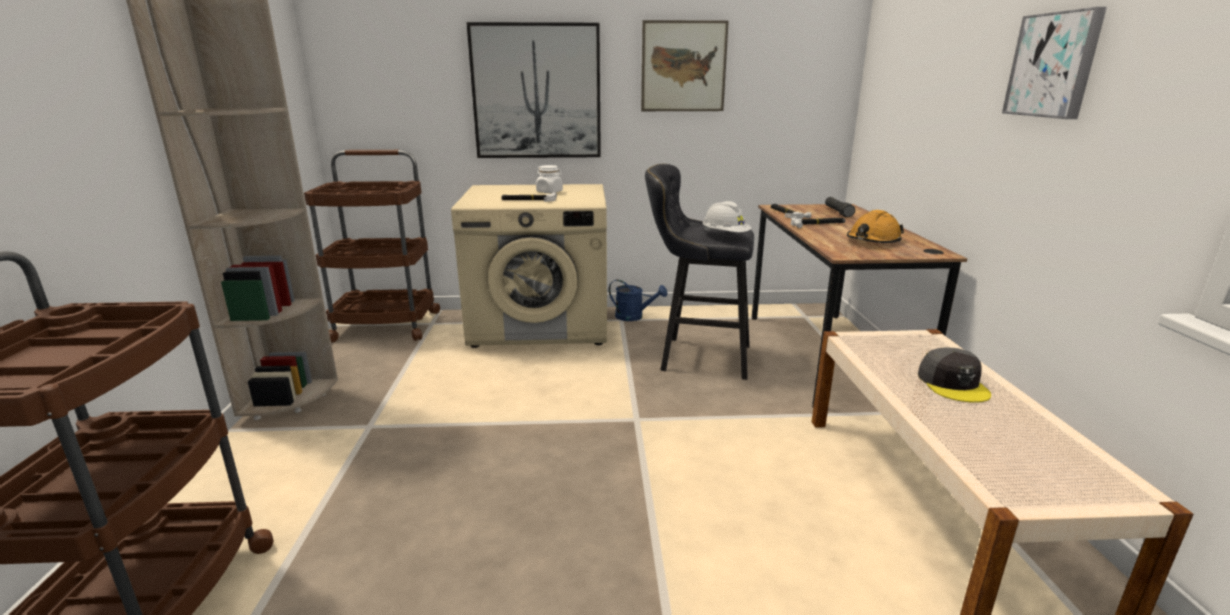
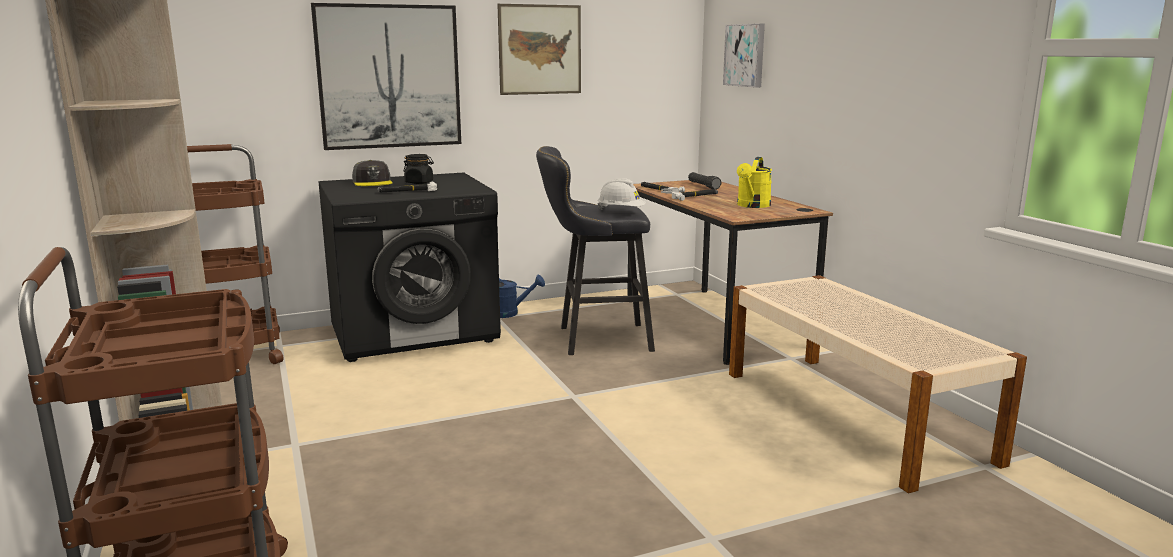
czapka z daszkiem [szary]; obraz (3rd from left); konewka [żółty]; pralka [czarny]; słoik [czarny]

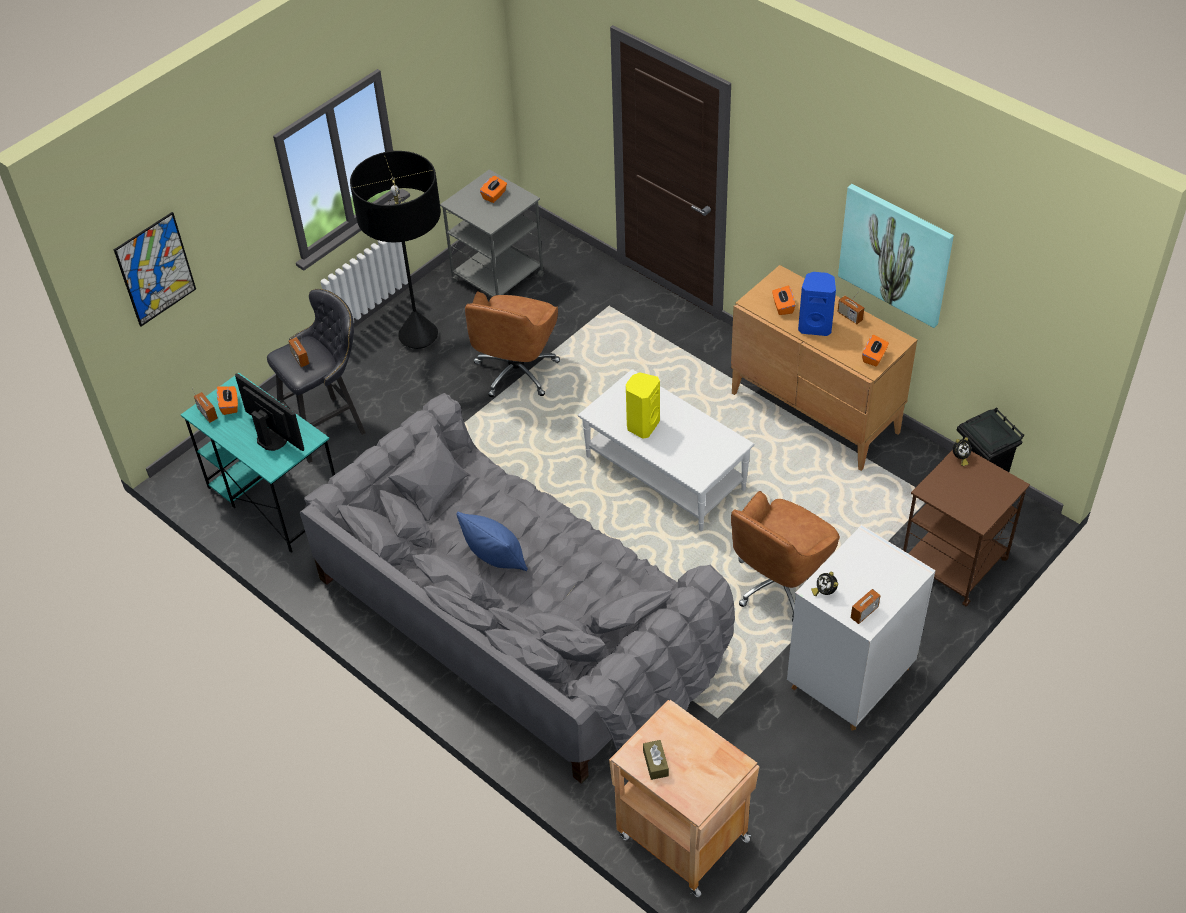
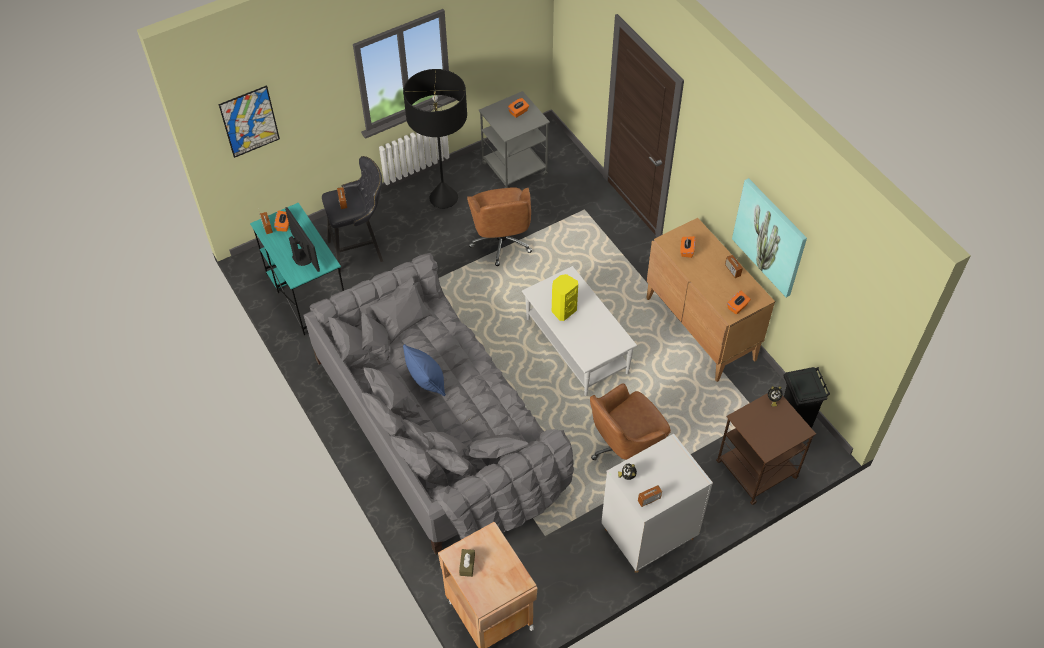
głośnik [niebieski]; krzesło biurowe [brązowy] (1st from left)

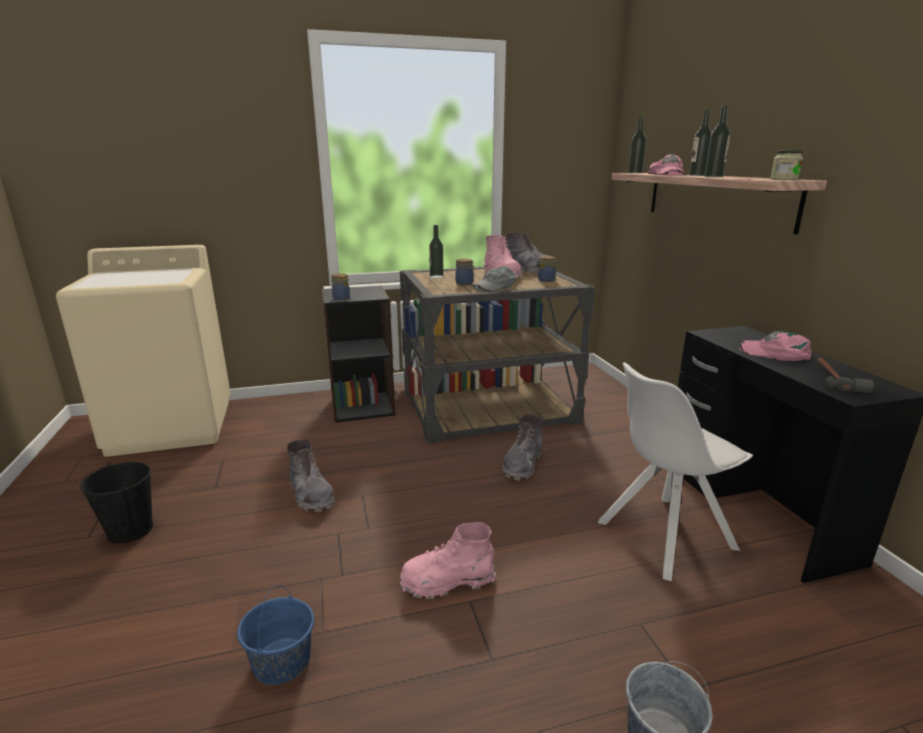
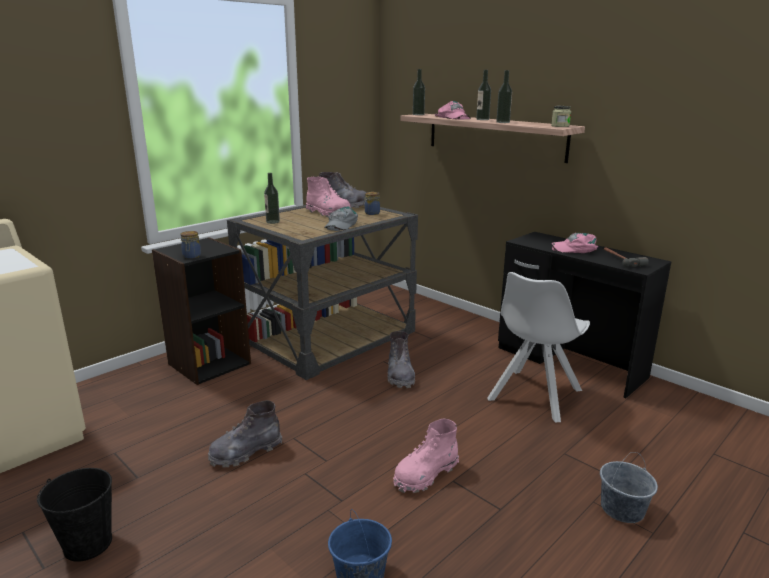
słoik (2nd from left in the first image); but z cholewką [szary] (1st from left)

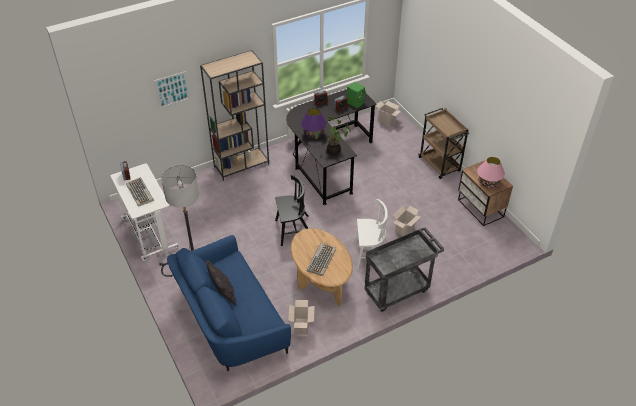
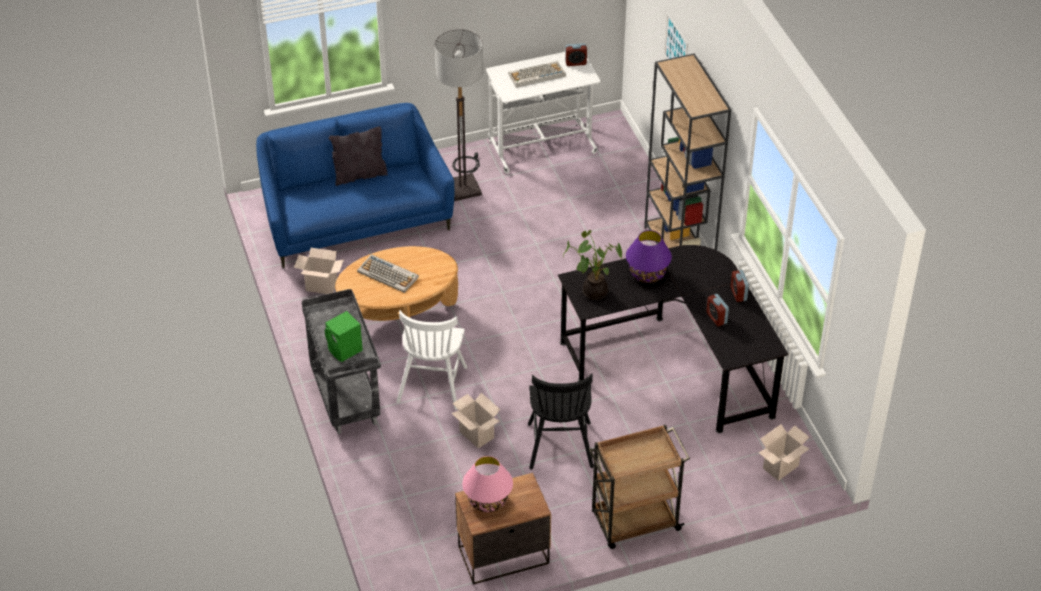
krzesło [czarny]; głośnik [zielony]

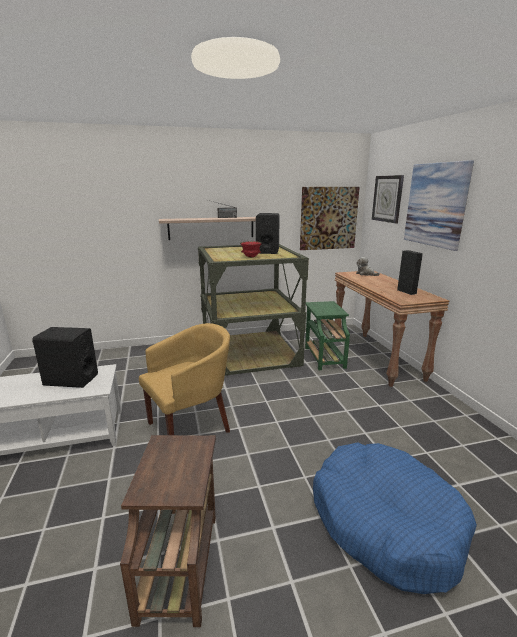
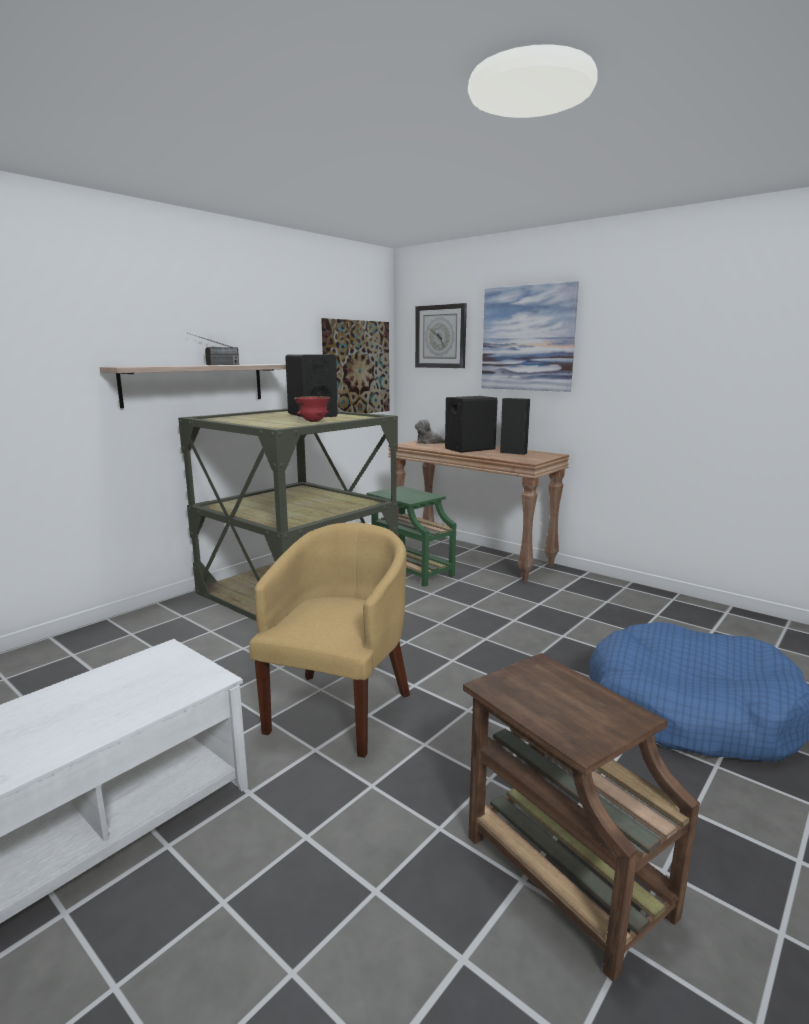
głośnik [czarny] (2nd from left)

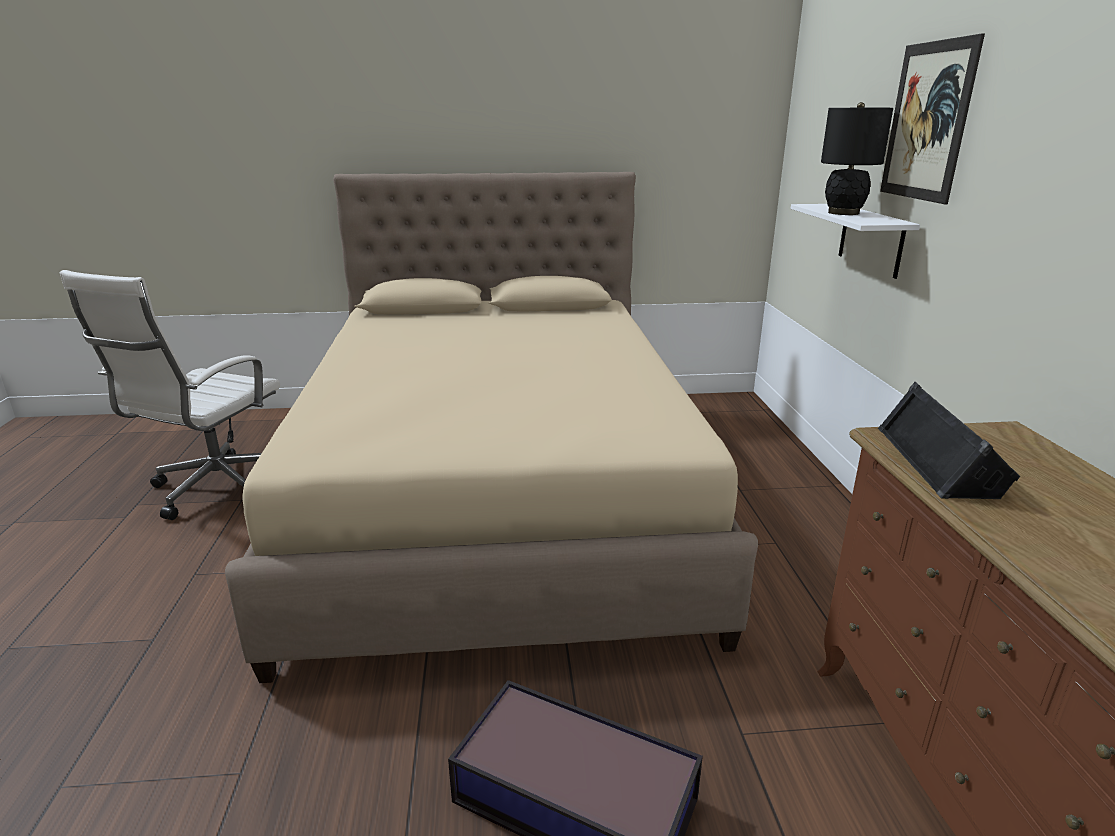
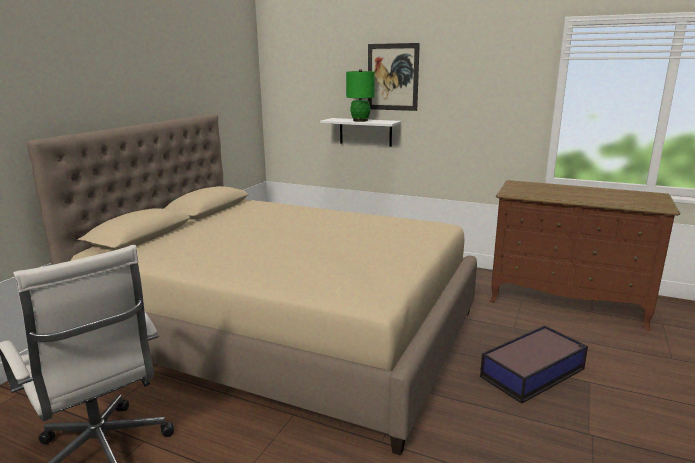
głośnik [czarny]; lampa stołowa [zielony]

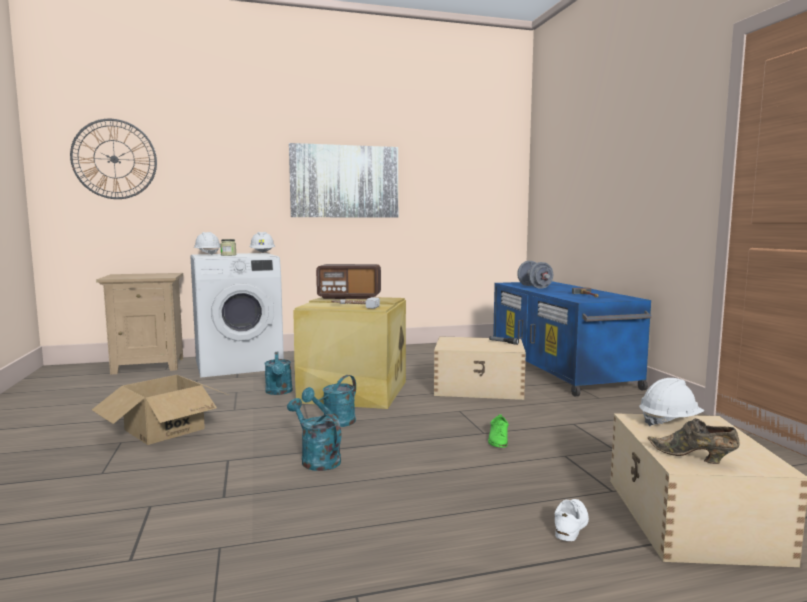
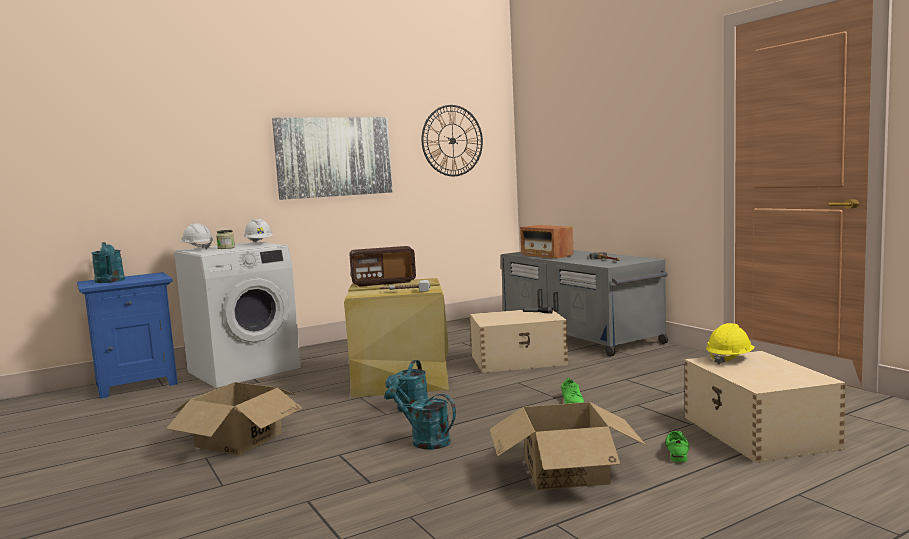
but [brązowy]; karton (2nd from left); zegar ścienny; konewka [turkusowy] (1st from left); radio (2nd from left); szafka nocna [niebieski]; szafka [szary]; but [zielony] (2nd from left); kask [żółty]

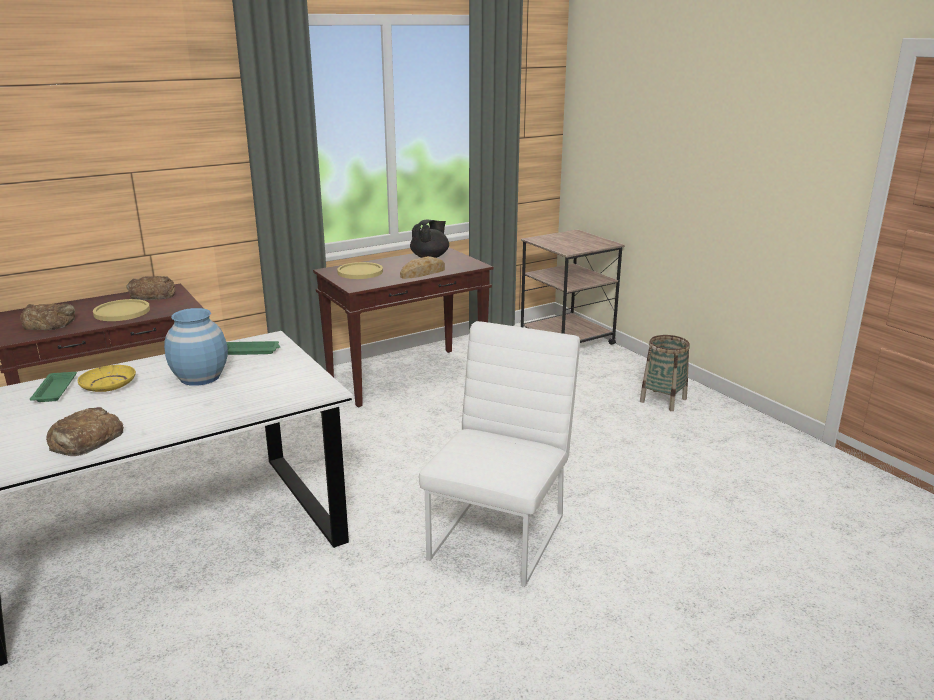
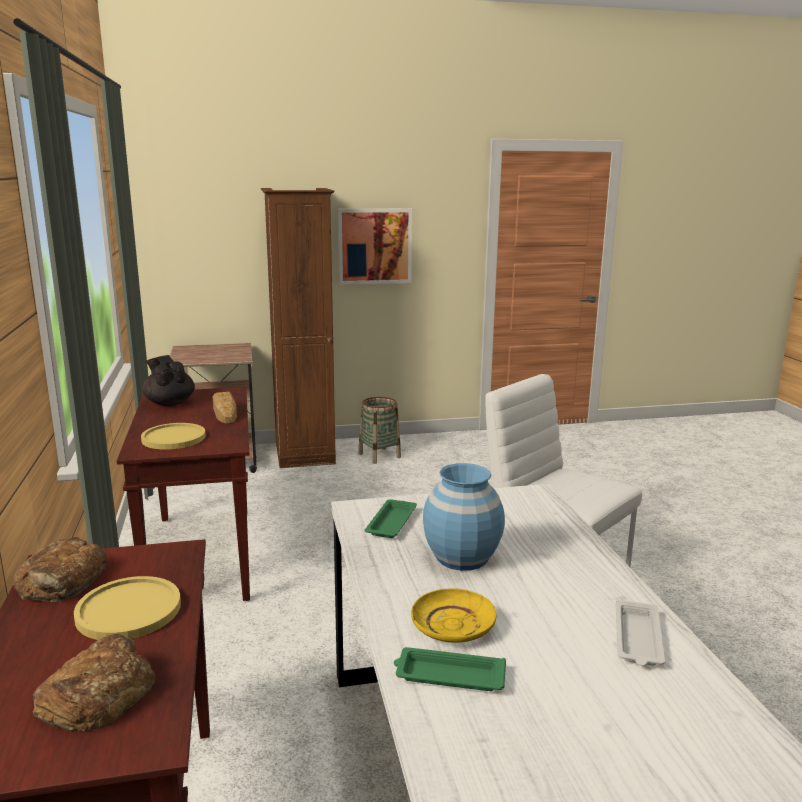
szafka [brązowy]; obraz; taca [biały]

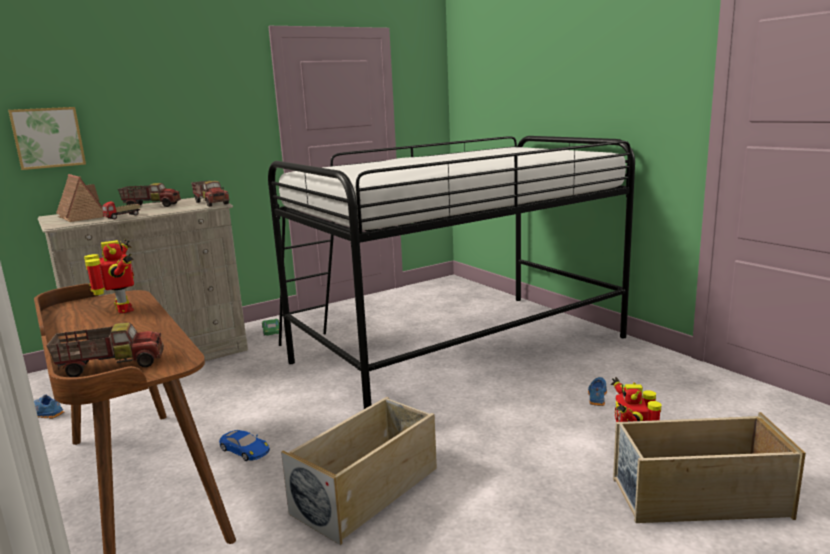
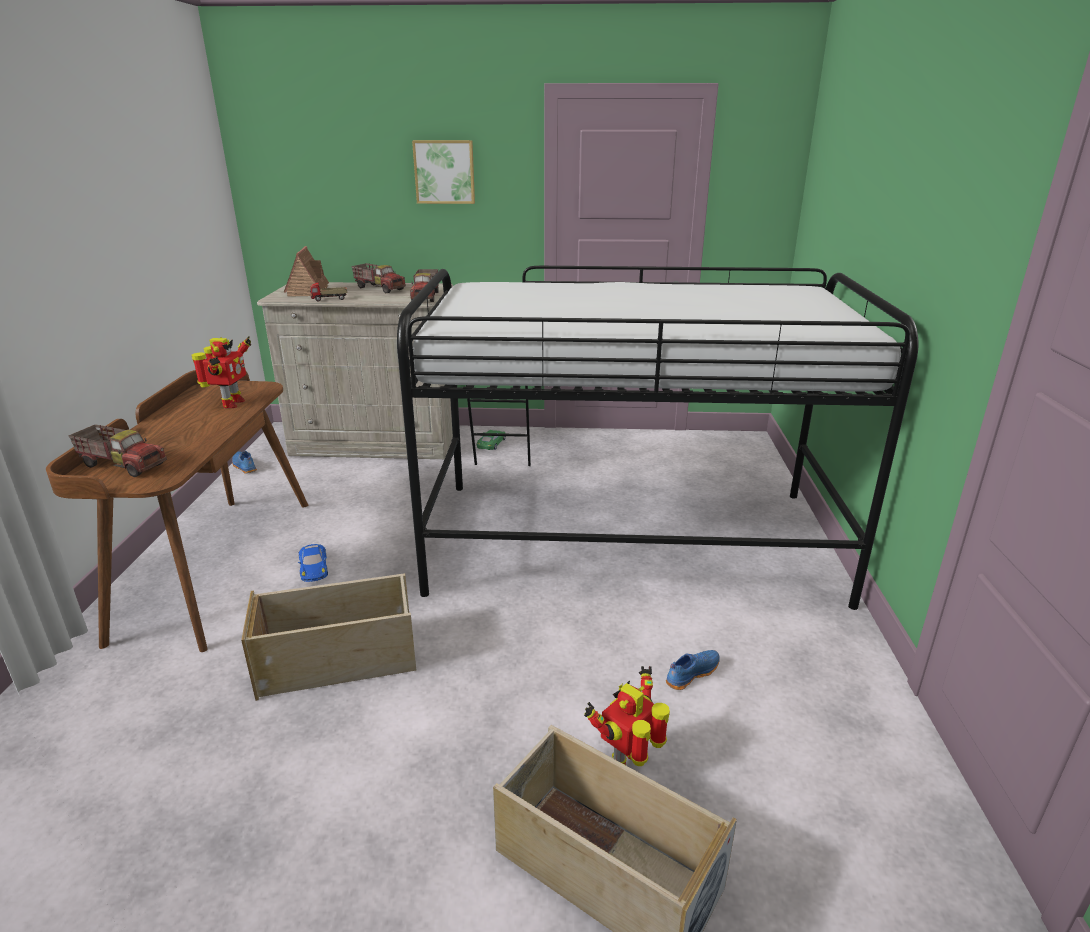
obraz

